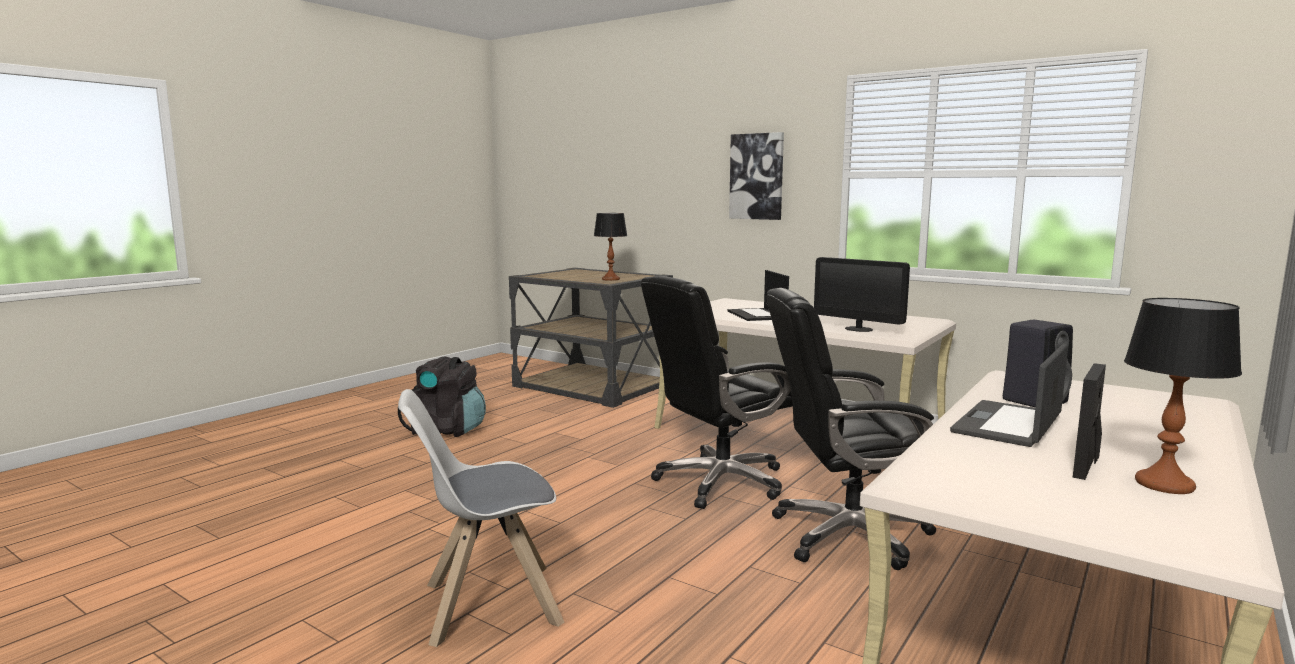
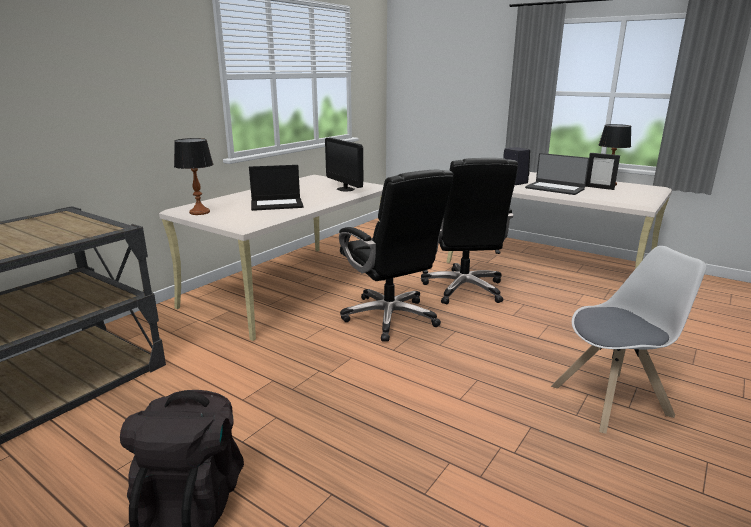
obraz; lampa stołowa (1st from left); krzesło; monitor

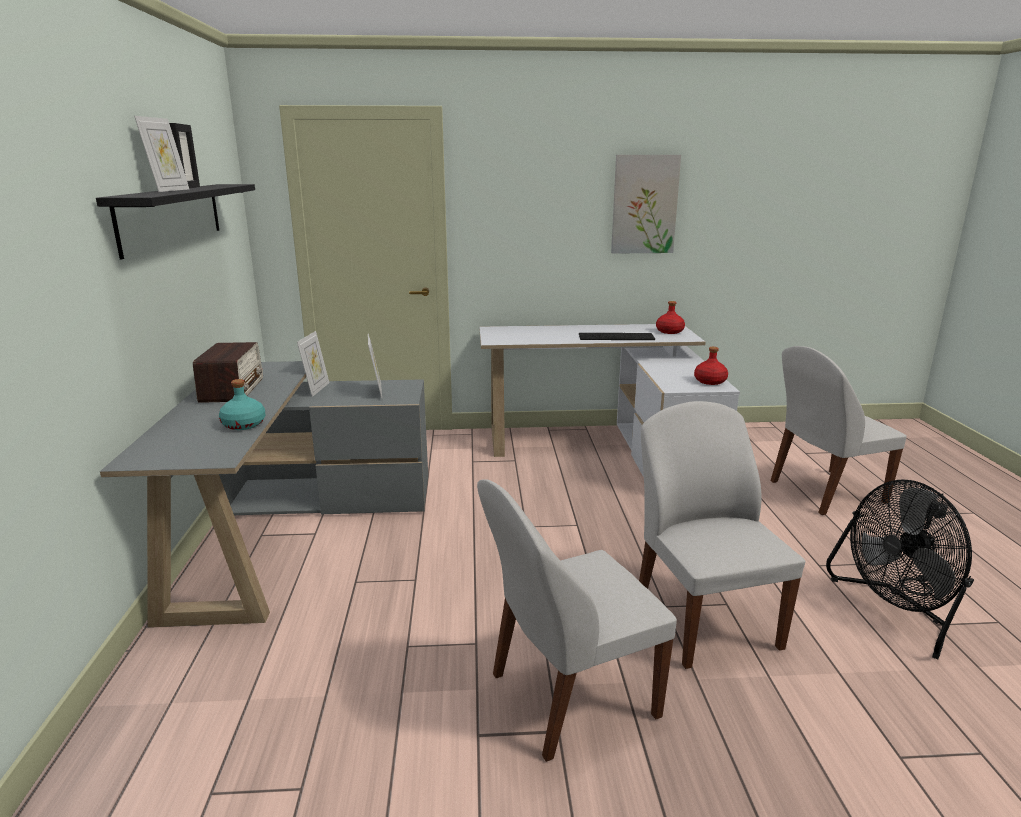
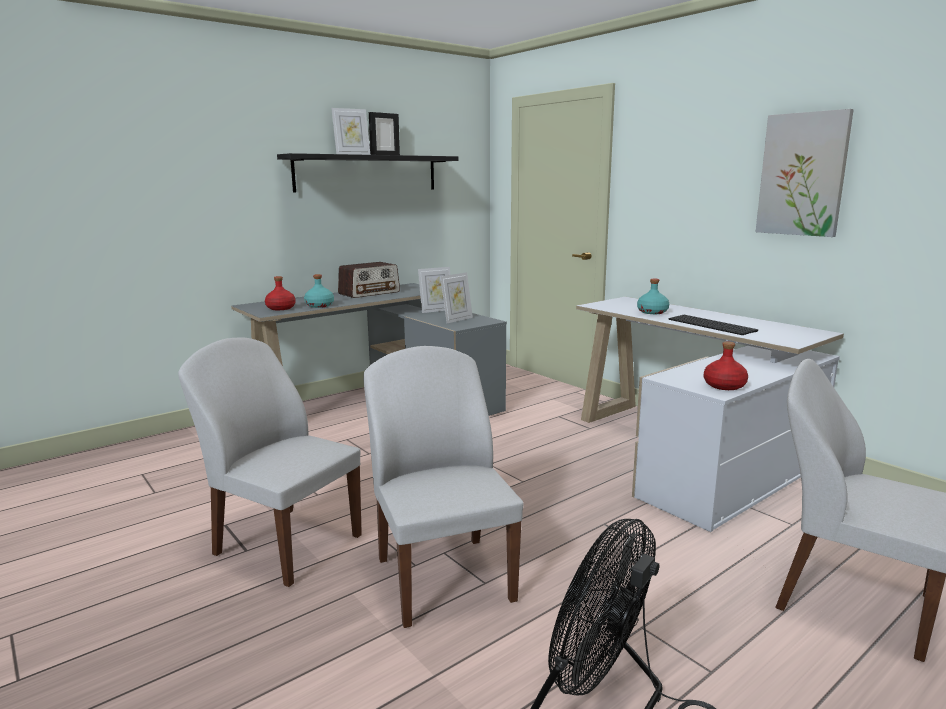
butelka [turkusowy] (2nd from left); butelka [czerwony] (1st from left); krzesło [biały] (2nd from left)

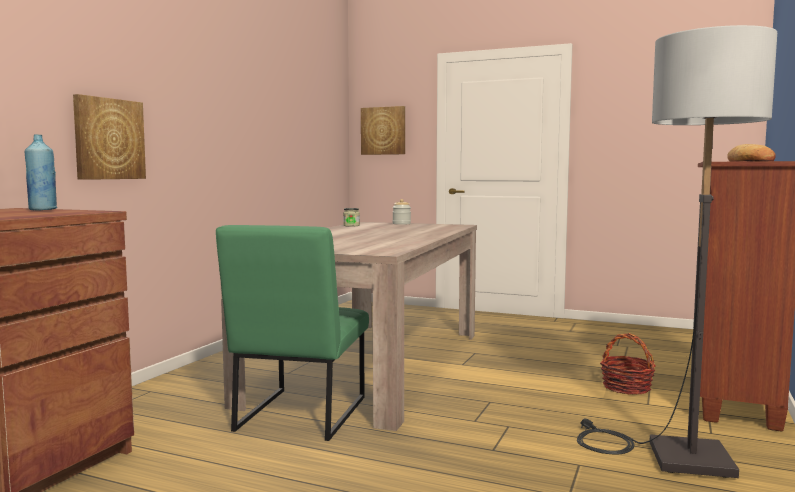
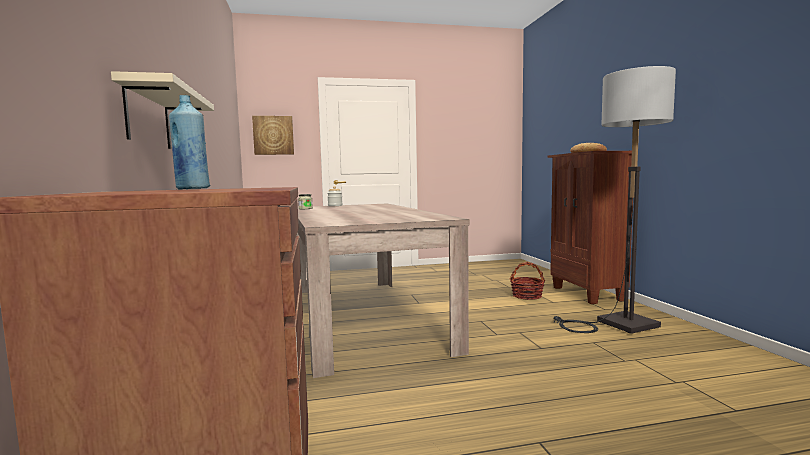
krzesło [zielony]; półka [beżowy]

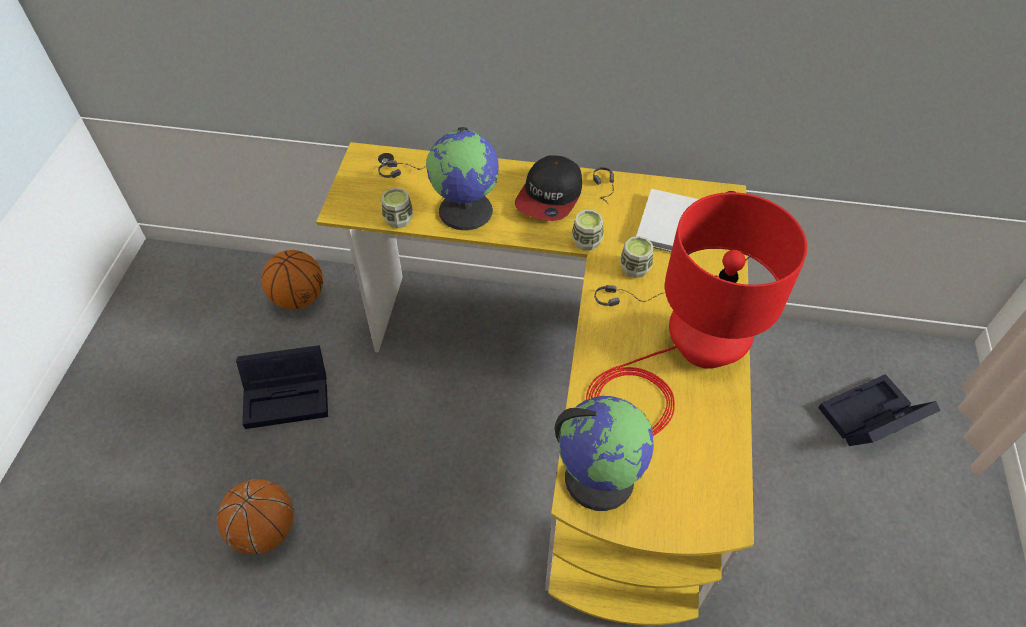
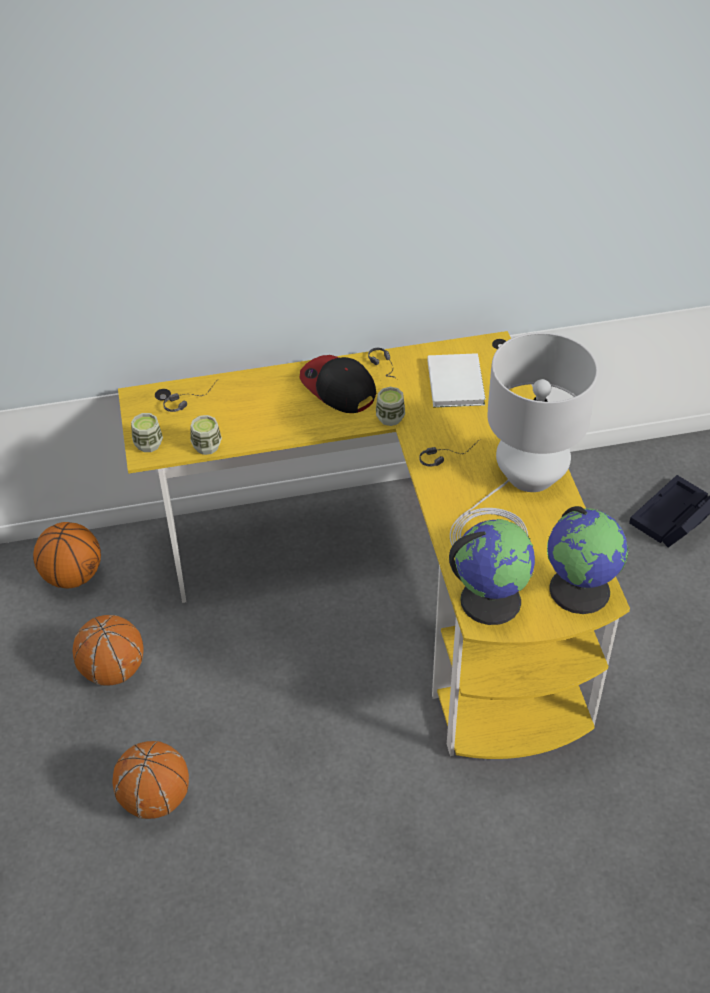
globus (2nd from left); filiżanka (1st from left); piłka do koszykówki (2nd from left); lampa stołowa [biały]; czapka z daszkiem

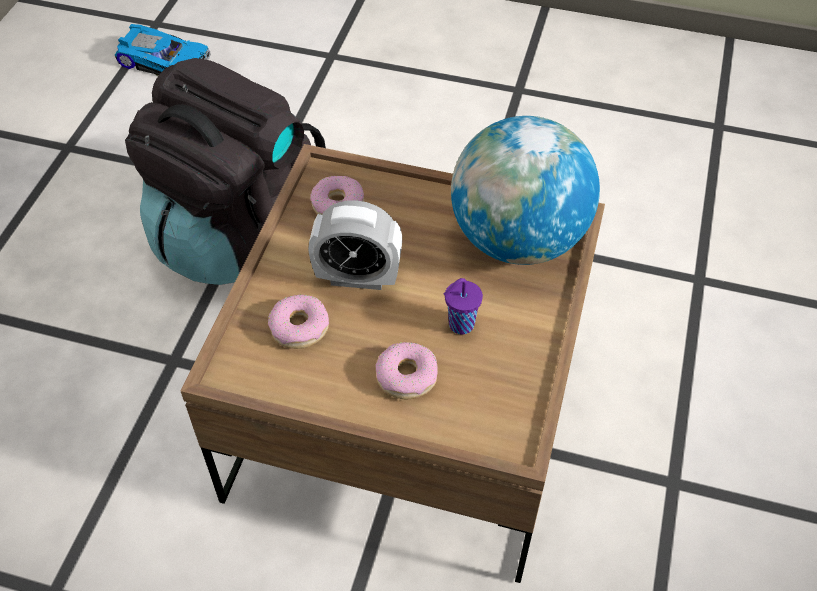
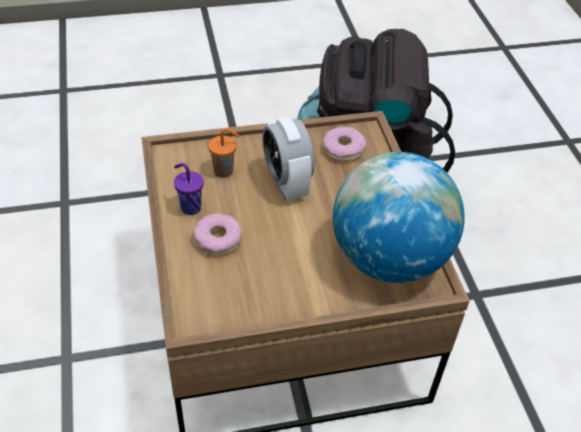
samochodzik; filiżanka [fioletowy]; filiżanka [pomarańczowy]

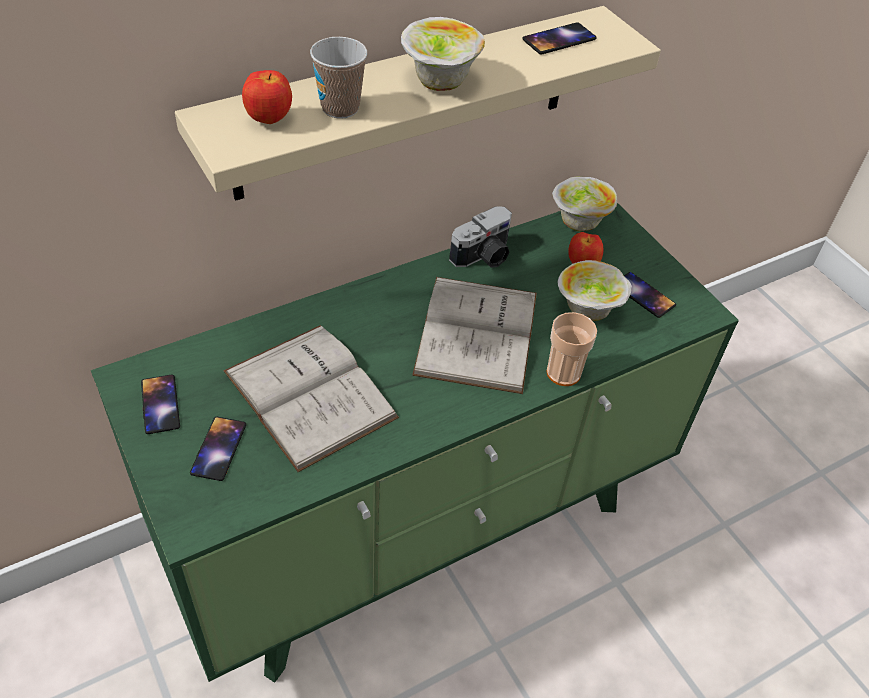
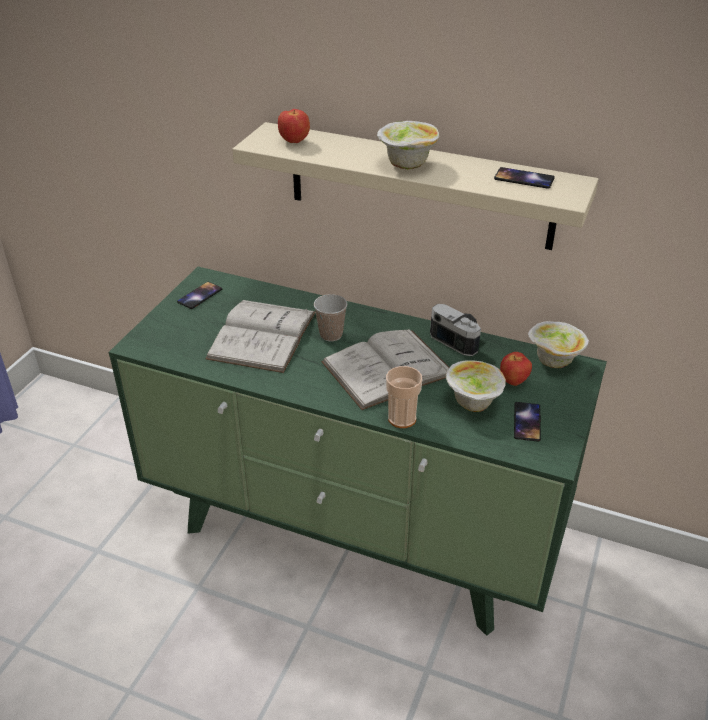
telefon (2nd from left in the first image); filiżanka (1st from left); aparat fotograficzny

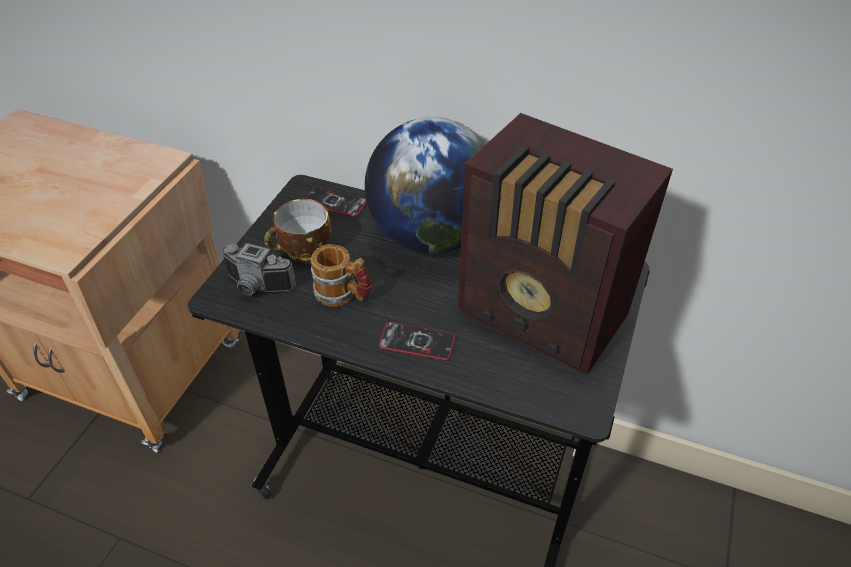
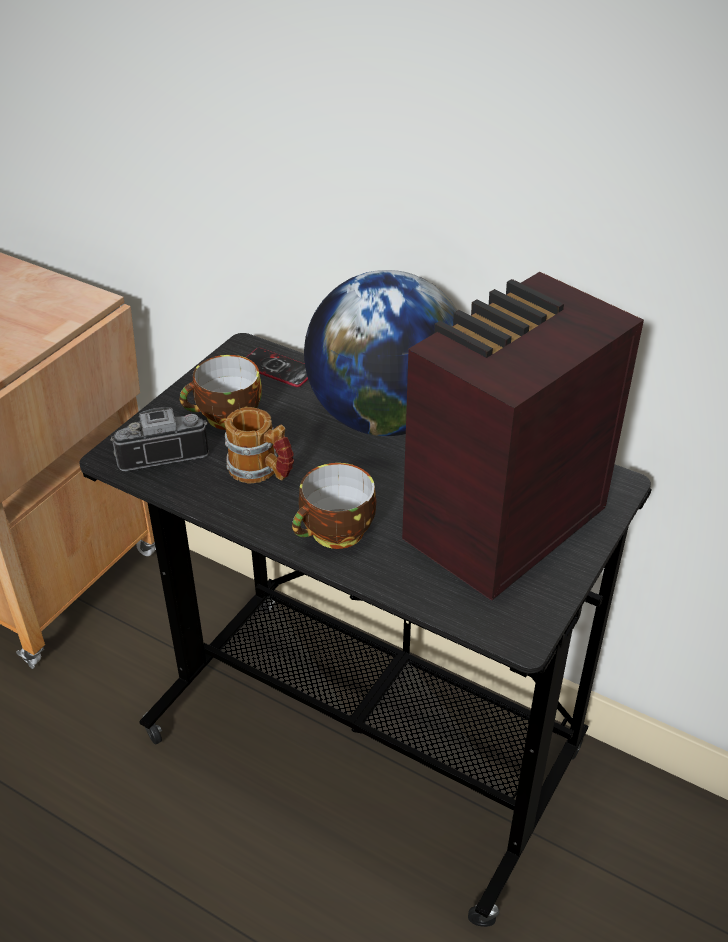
filiżanka (2nd from left); aparat fotograficzny; radio

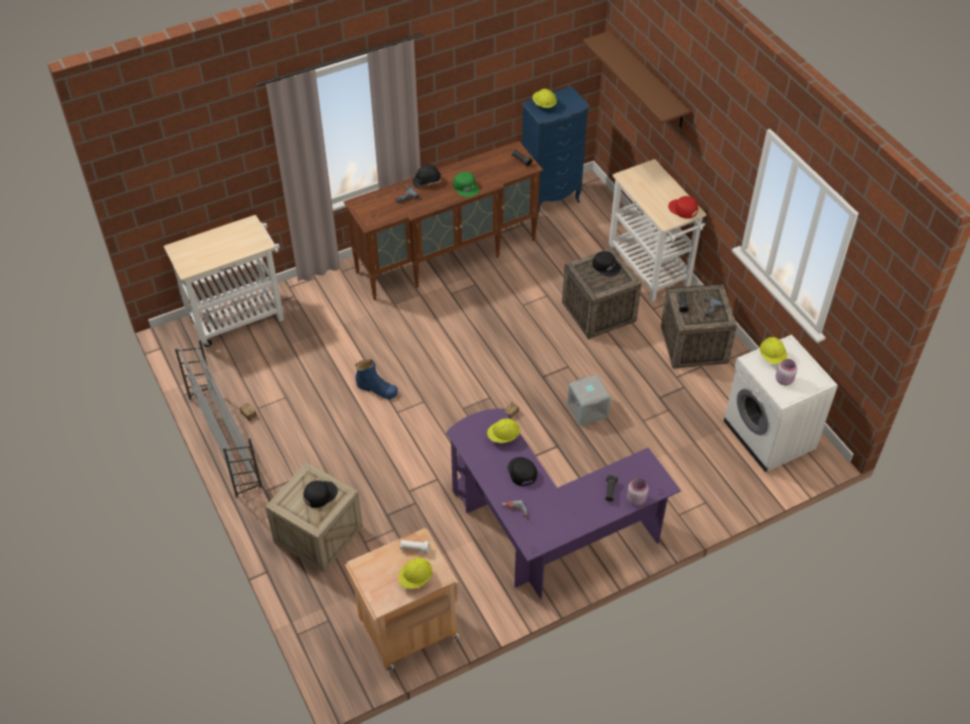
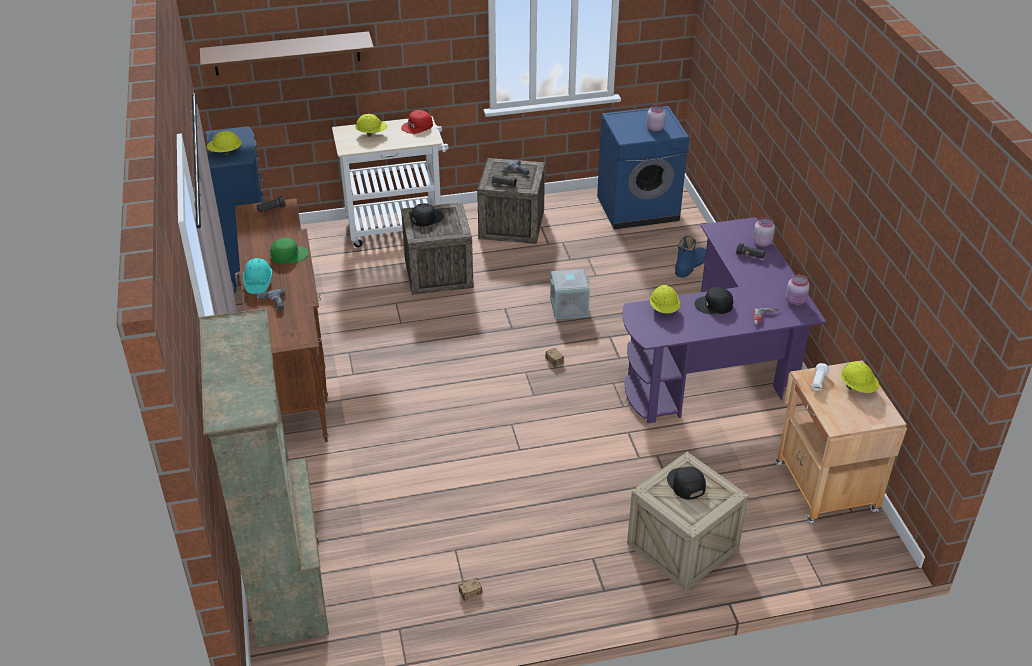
regał na buty [szary]; słoik [różowy] (3rd from left); but z cholewką [niebieski]; kask [żółty] (2nd from left); regał [zielony]; kask [turkusowy]; pralka [niebieski]

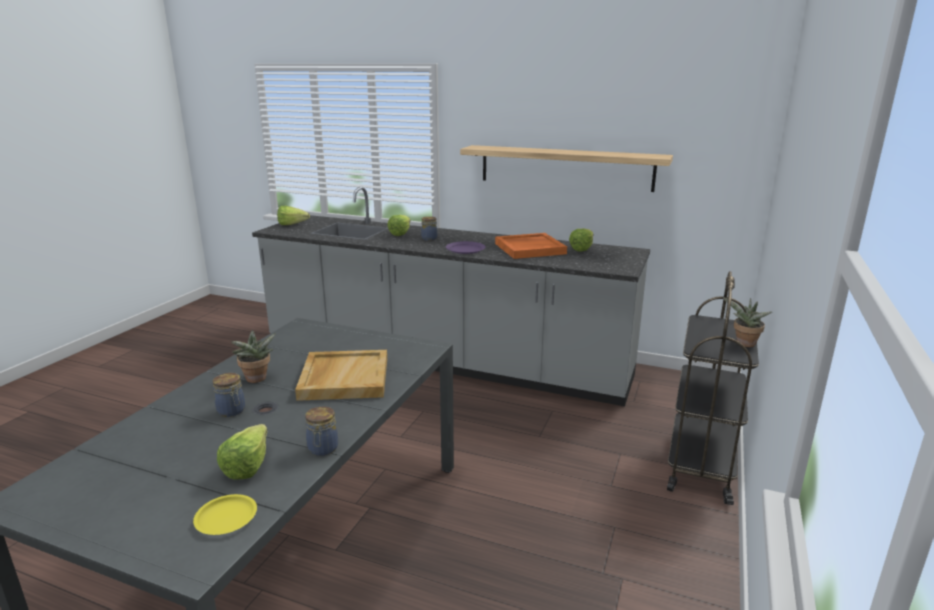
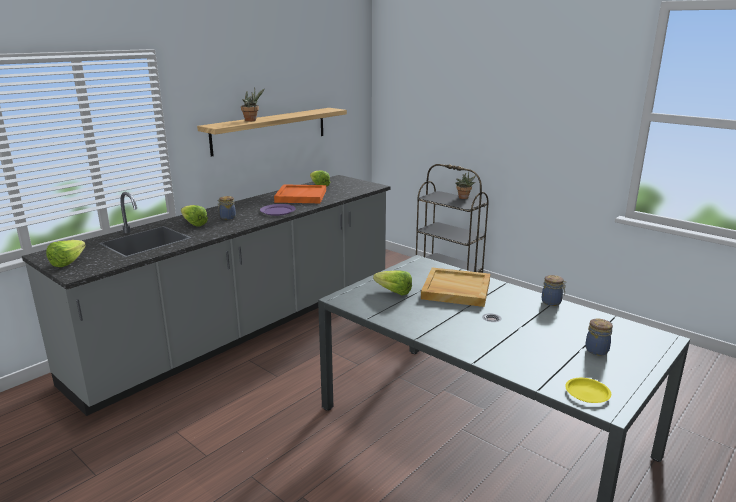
talerz [żółty]; słoik (3rd from left); sałata (4th from left); roślina doniczkowa (1st from left)

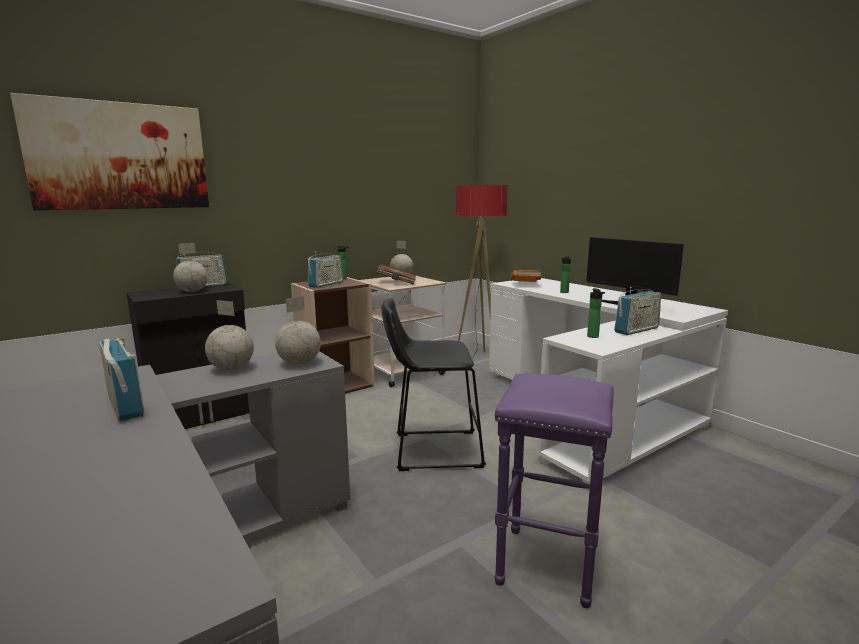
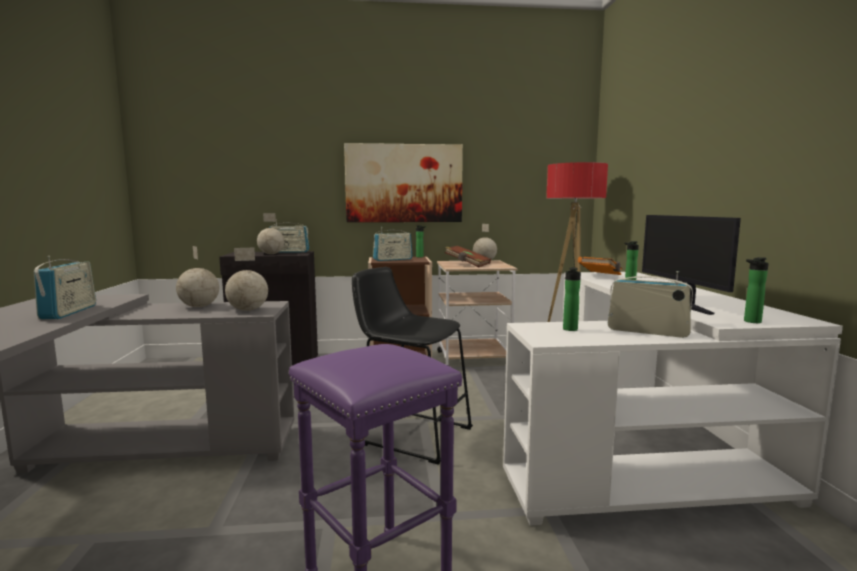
butelka (4th from left); obraz; radio (4th from left)

